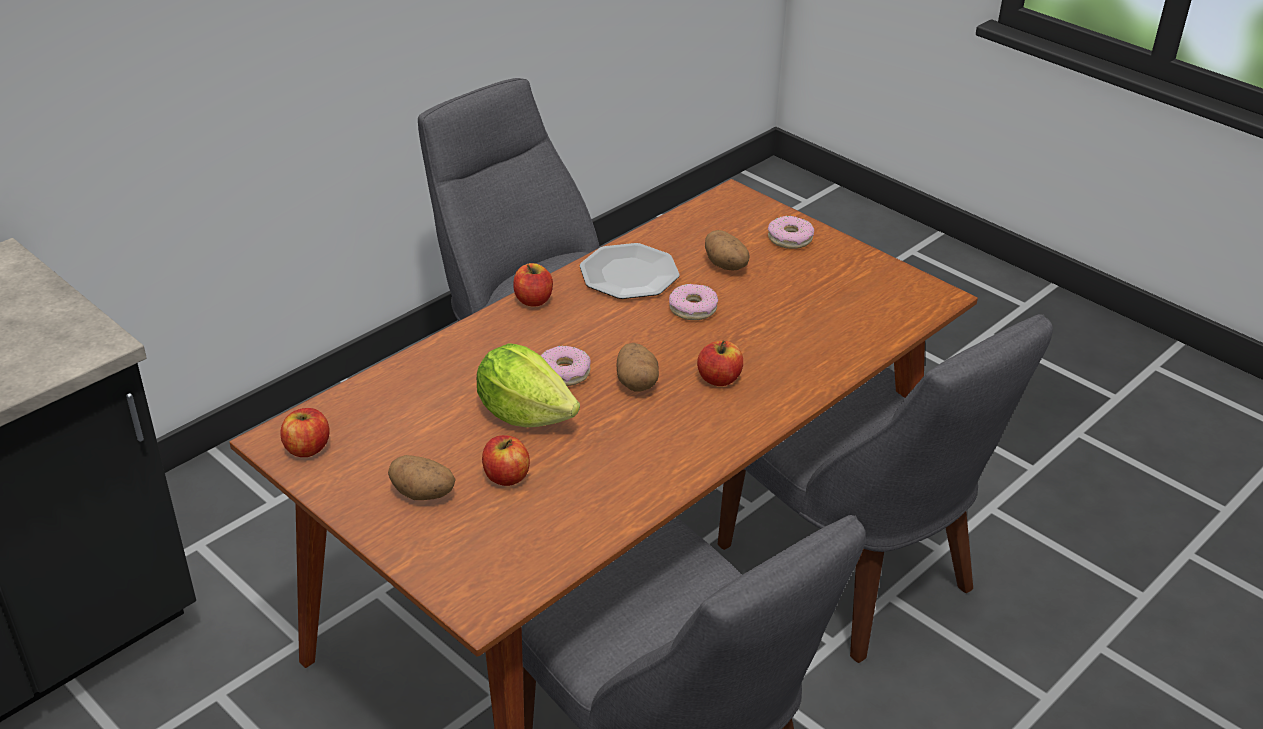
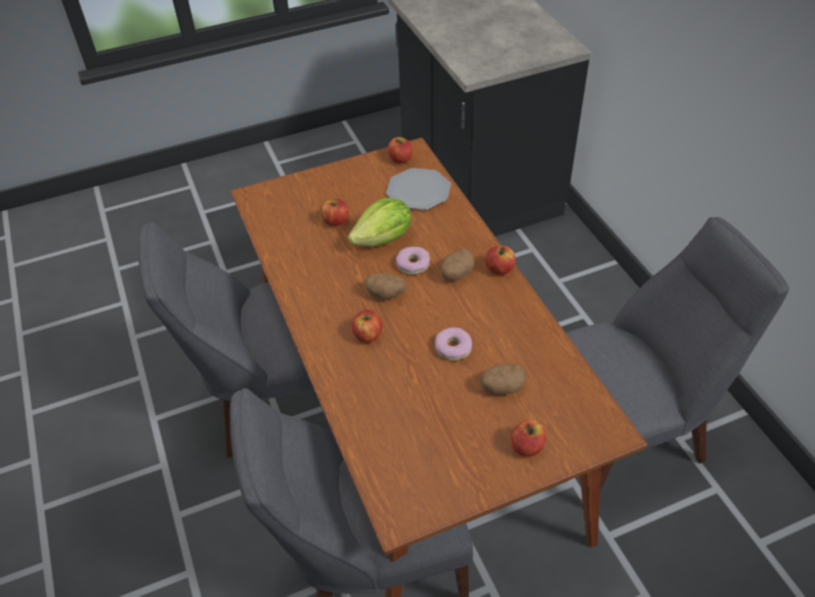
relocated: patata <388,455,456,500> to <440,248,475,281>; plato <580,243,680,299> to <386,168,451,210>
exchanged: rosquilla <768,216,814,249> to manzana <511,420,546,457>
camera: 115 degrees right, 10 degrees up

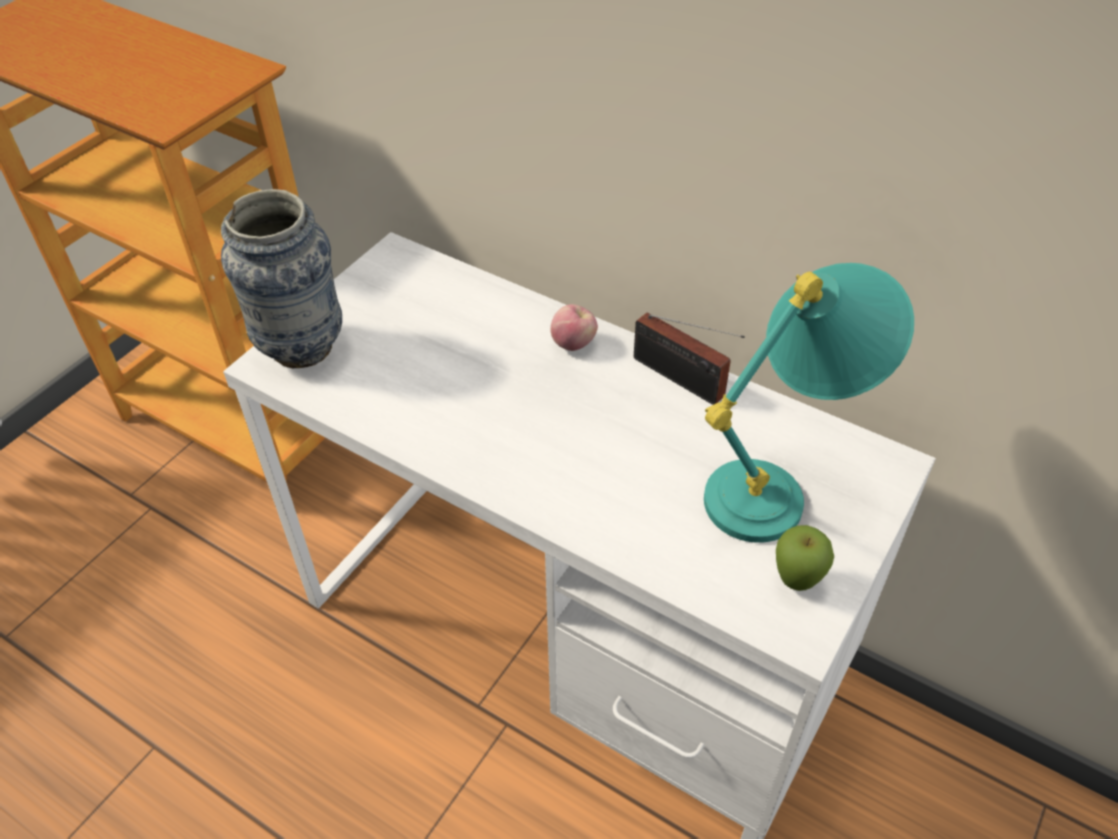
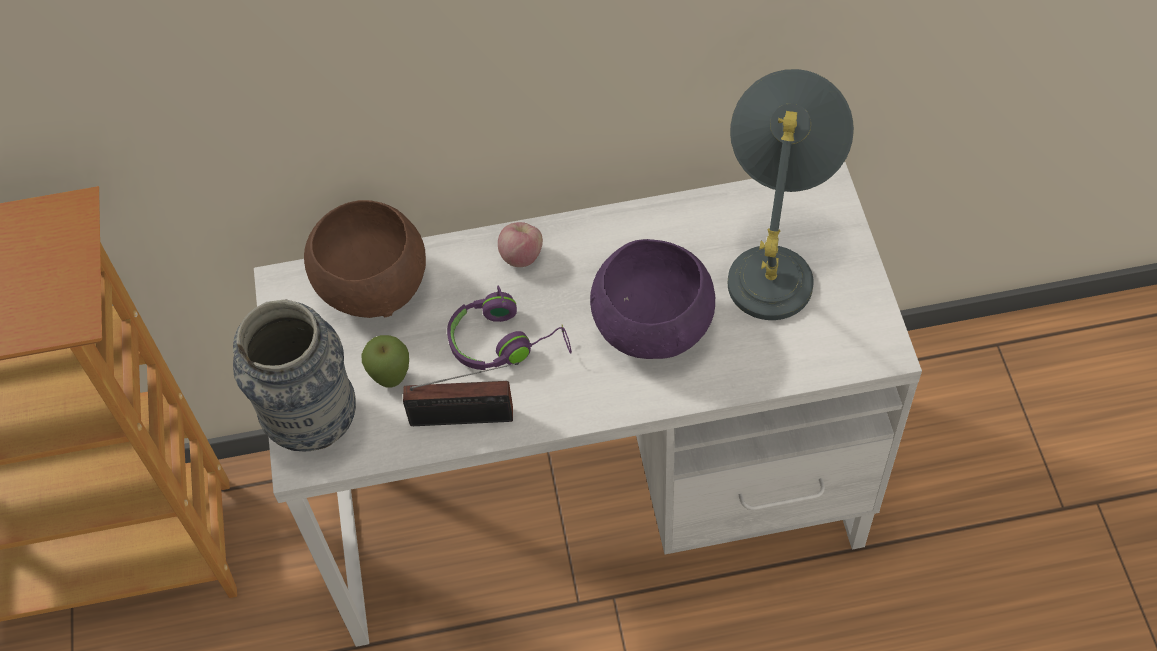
appeared: cuenco [marrón] <304,200,426,318>; auriculares [morado] <447,286,572,370>; cuenco [morado] <590,239,715,359>
relocated: radio <634,313,745,405> to <403,362,519,426>; manzana <776,525,834,591> to <361,335,409,387>
colour: lámpara de mesa [turquesa] <704,263,914,543> to lámpara de mesa [gris] <728,69,854,320>
camera: 40 degrees left, 10 degrees up

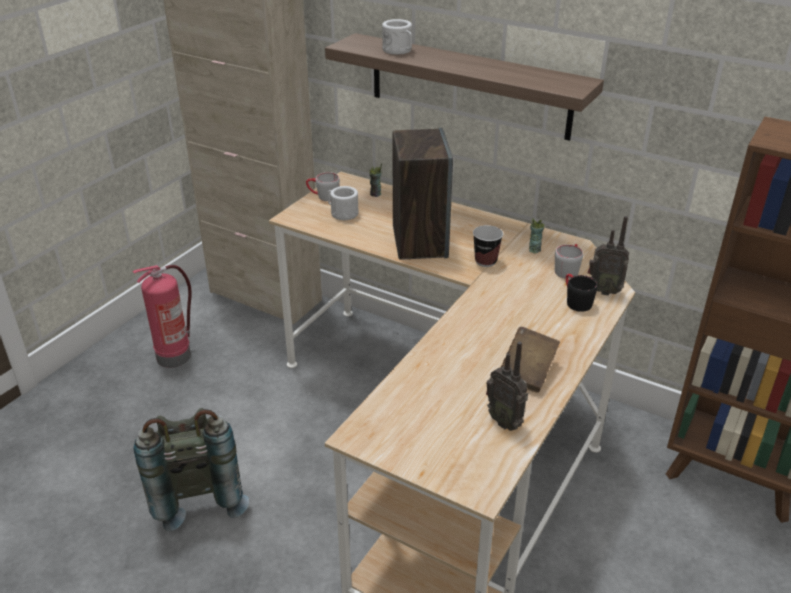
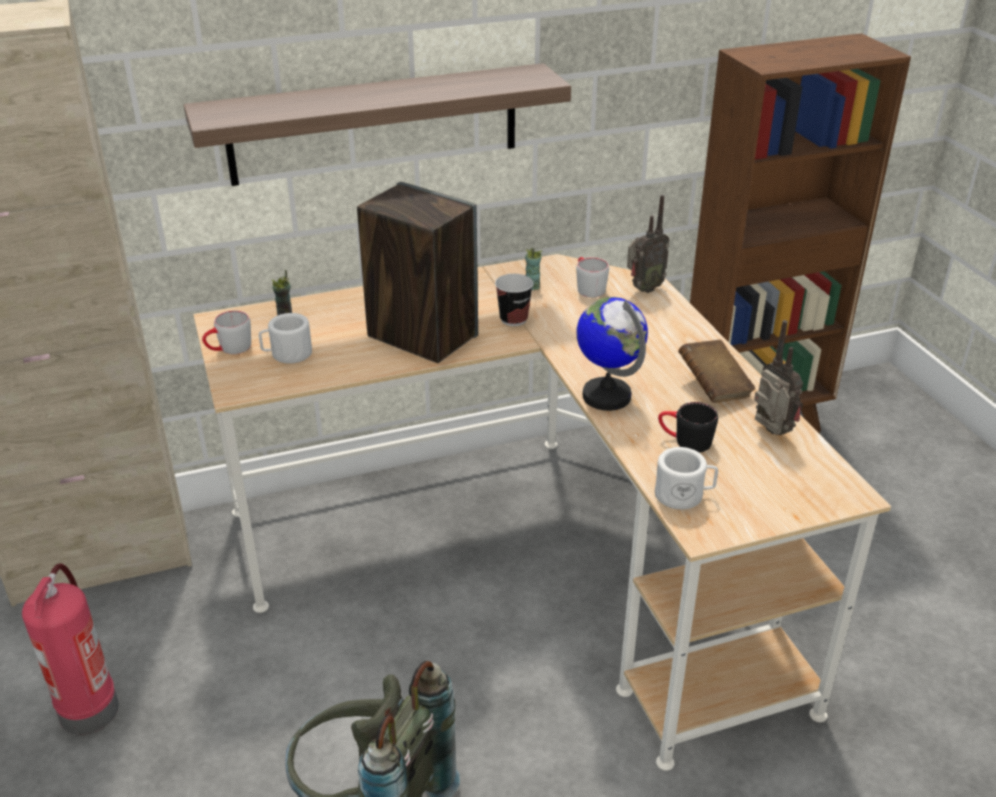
appeared: globo terráqueo <577,297,648,411>
relocated: taza grande [blanco] <382,19,412,55> to <655,447,718,510>; taza grande [negro] <566,274,598,312> to <658,402,718,452>
spun: radio <486,342,528,431> = <754,320,803,435> 120 degrees counterclockwise
camera: 50 degrees left, 0 degrees up

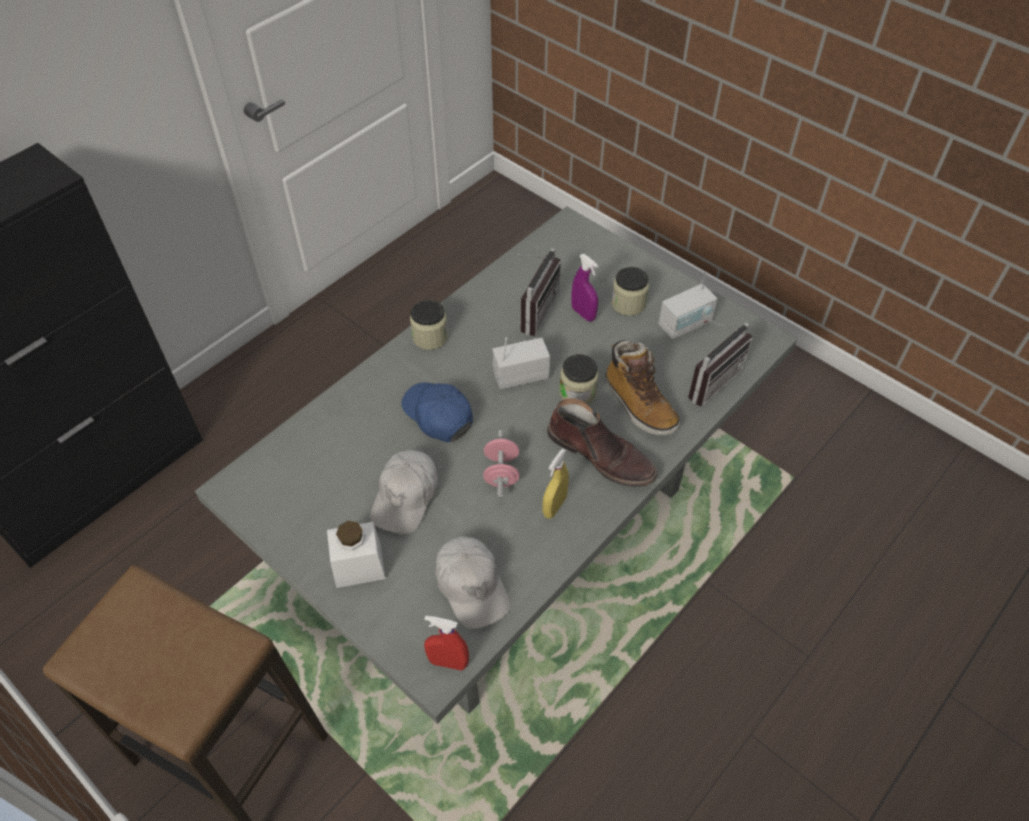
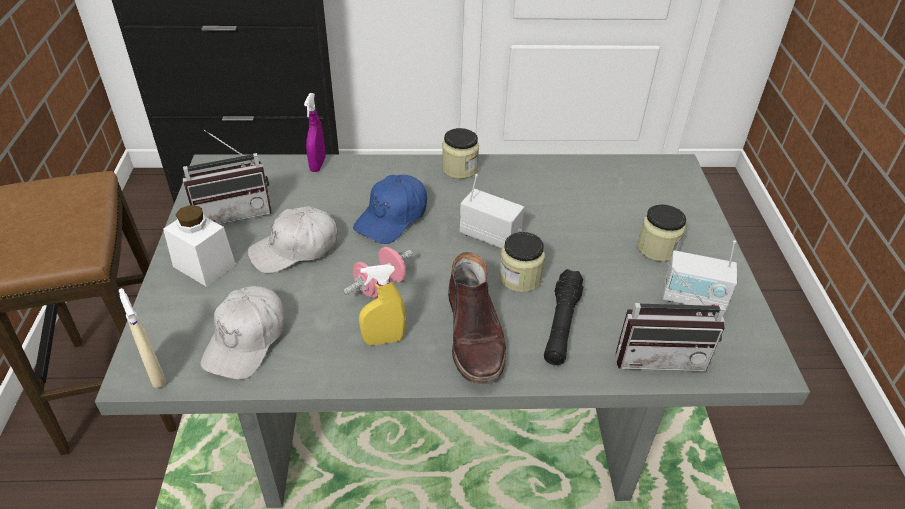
relocated: radio <513,248,561,336> to <182,130,272,225>; pulverizador [morado] <571,254,598,321> to <304,93,326,172>
exchanged: bota <605,340,680,436> to linterna [negro] <544,269,583,365>
colour: pulverizador [rojo] <424,615,469,670> to pulverizador [beis] <119,288,166,388>
spun: gorra [azul] <402,382,473,442> = <353,175,427,244> 150 degrees counterclockwise
camera: 45 degrees right, 10 degrees down

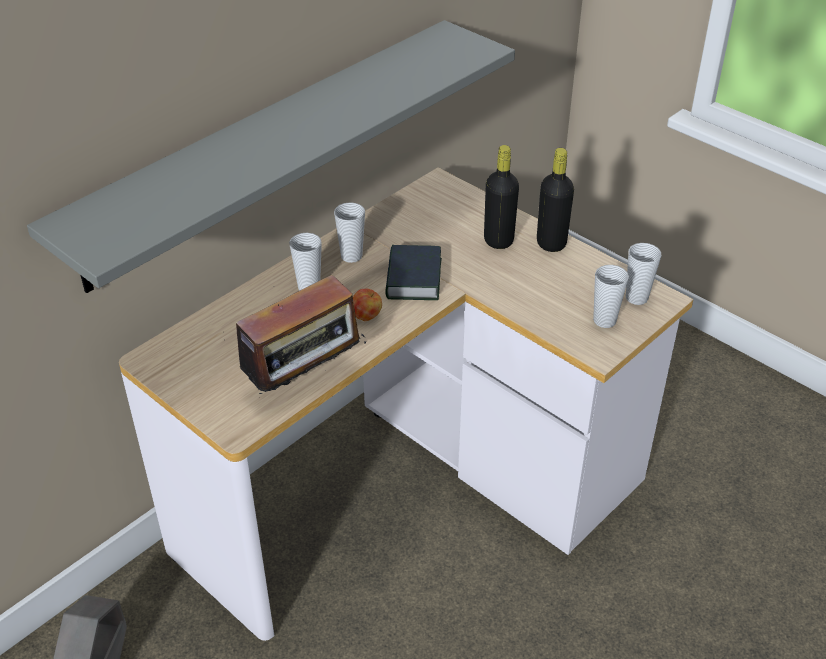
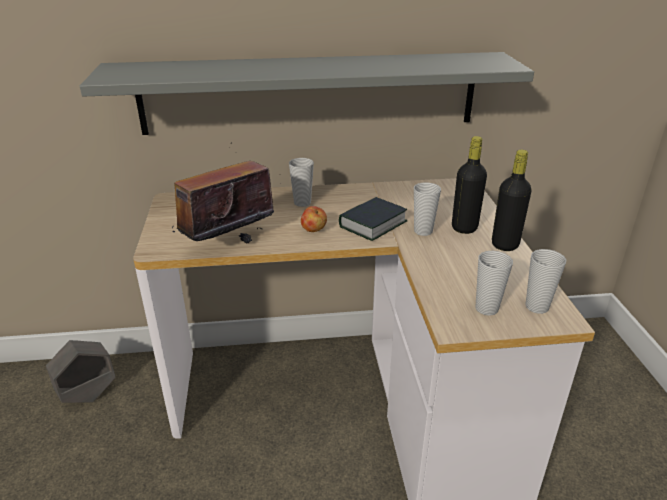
relocated: taza <334,202,365,263> to <414,182,441,236>
spun: radio <224,275,368,398> = <172,142,274,243> 135 degrees clockwise
camera: 40 degrees right, 10 degrees down

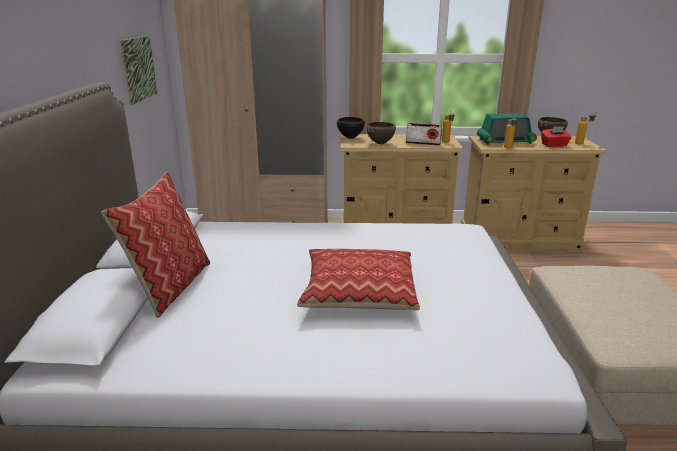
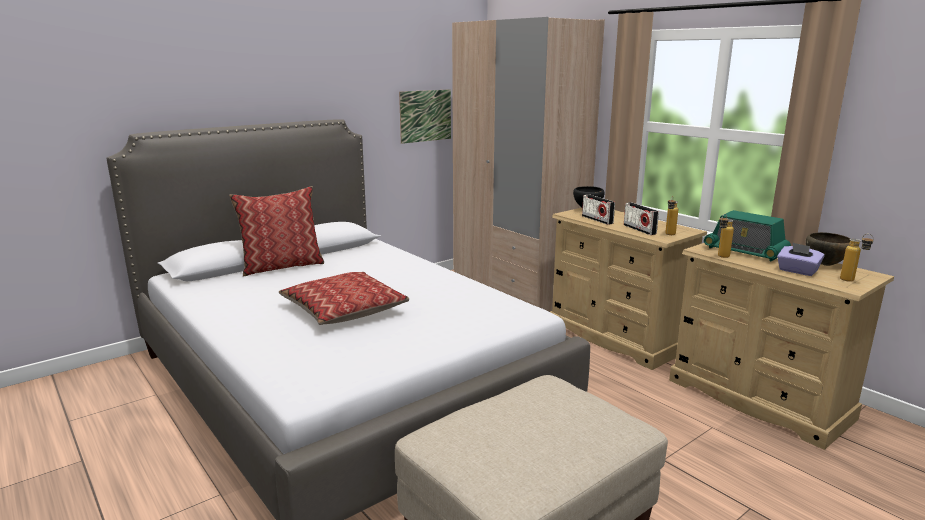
exchanged: cuenco [marrón] <367,122,396,144> to radio <582,194,615,225>
colour: caja de pañuelos [rojo] <541,126,572,147> to caja de pañuelos [morado] <777,243,825,276>
camera: 50 degrees right, 5 degrees down

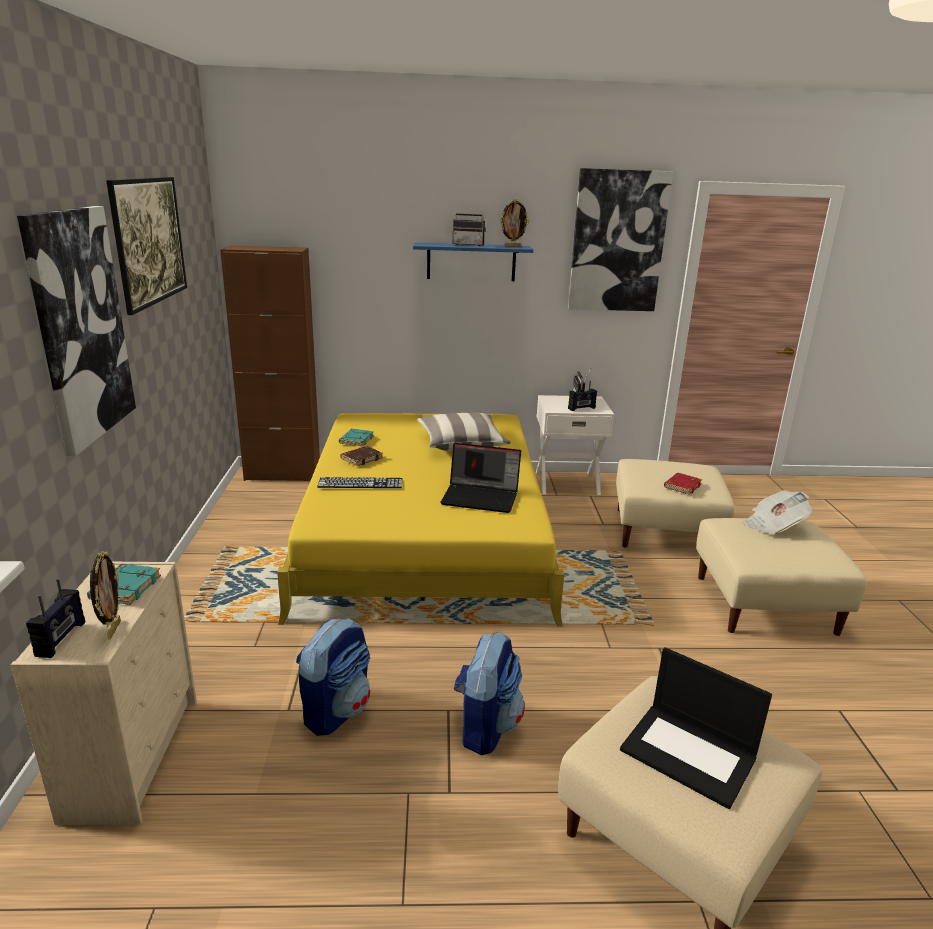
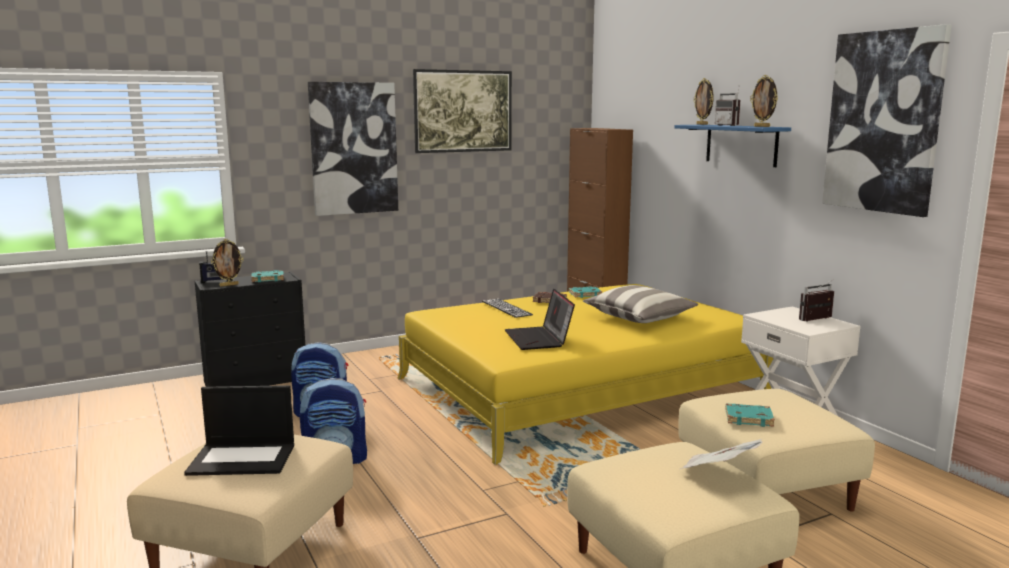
missing: radio <568,381,597,411>
appeared: portarretratos <694,78,713,125>
colour: cómoda [beis] <10,562,197,825> to cómoda [negro] <195,271,305,387>; libro [rojo] <664,473,702,495> to libro [turquesa] <726,403,775,427>
spun: portátil <620,647,772,809> = <184,385,294,476> 105 degrees counterclockwise
camera: 65 degrees right, 10 degrees down

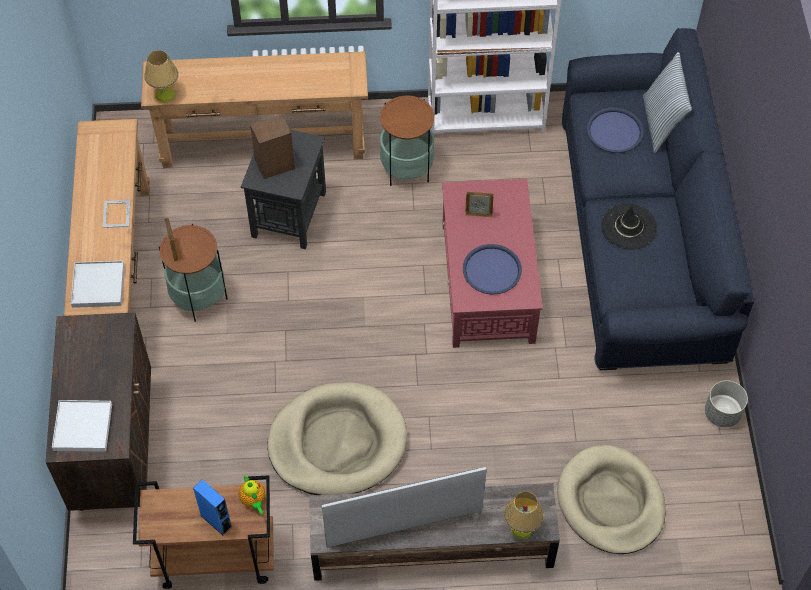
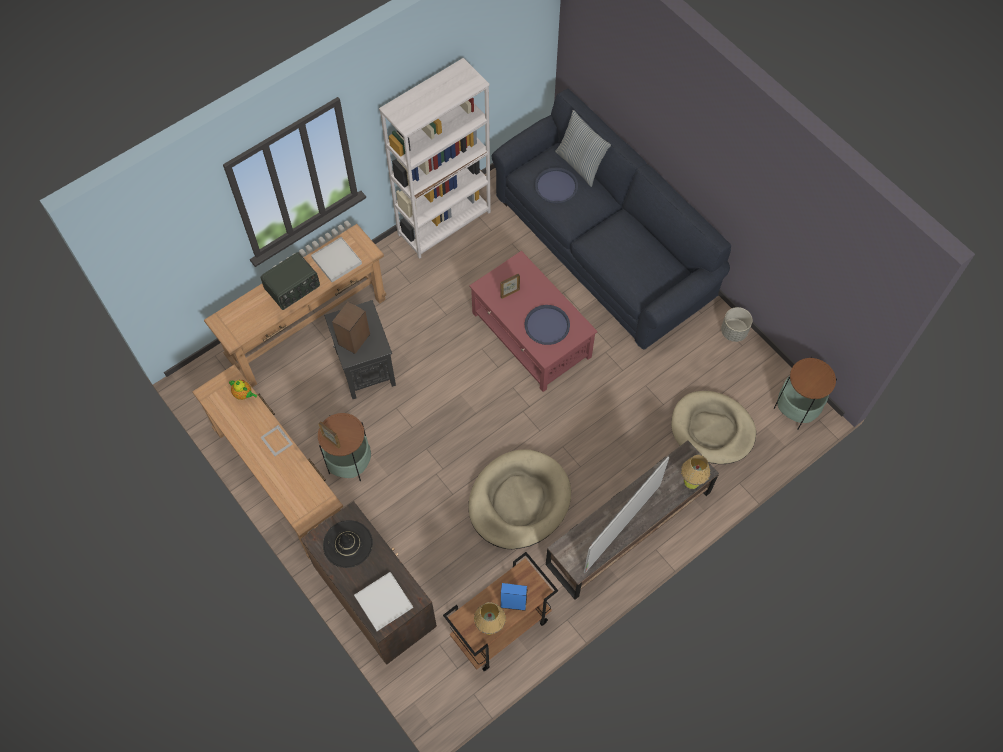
appeared: radio <260,252,320,310>
relocated: bandeja [blanco] <71,261,124,308> to <311,237,362,282>; lámpara de mesa <144,50,178,103> to <474,602,506,635>; tetera <239,475,265,514> to <229,380,257,400>; mesa auxiliar <380,96,434,186> to <774,357,837,430>; sombrero [negro] <601,203,657,250> to <323,520,373,568>
camera: 35 degrees left, 5 degrees up

